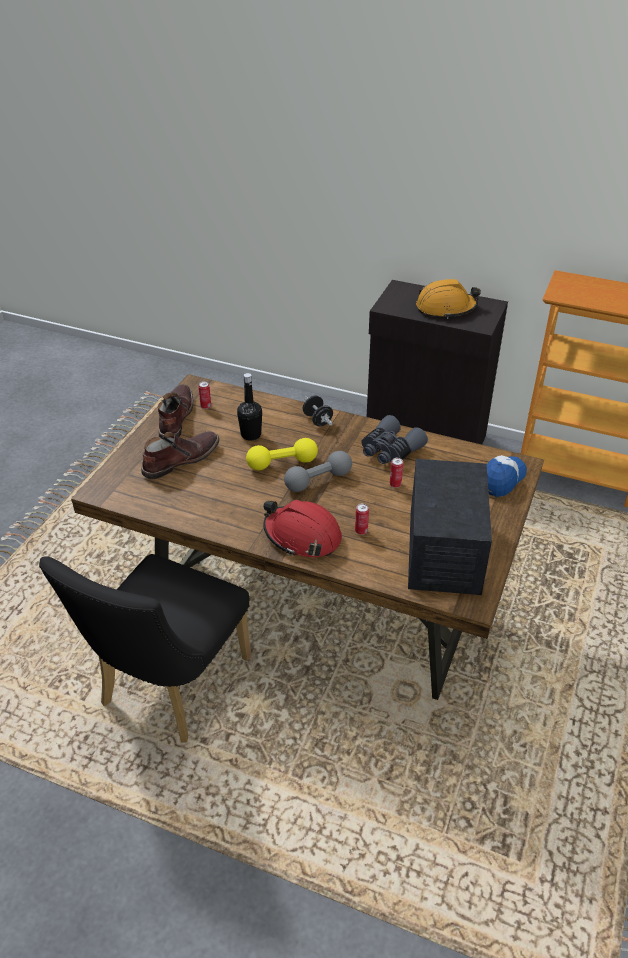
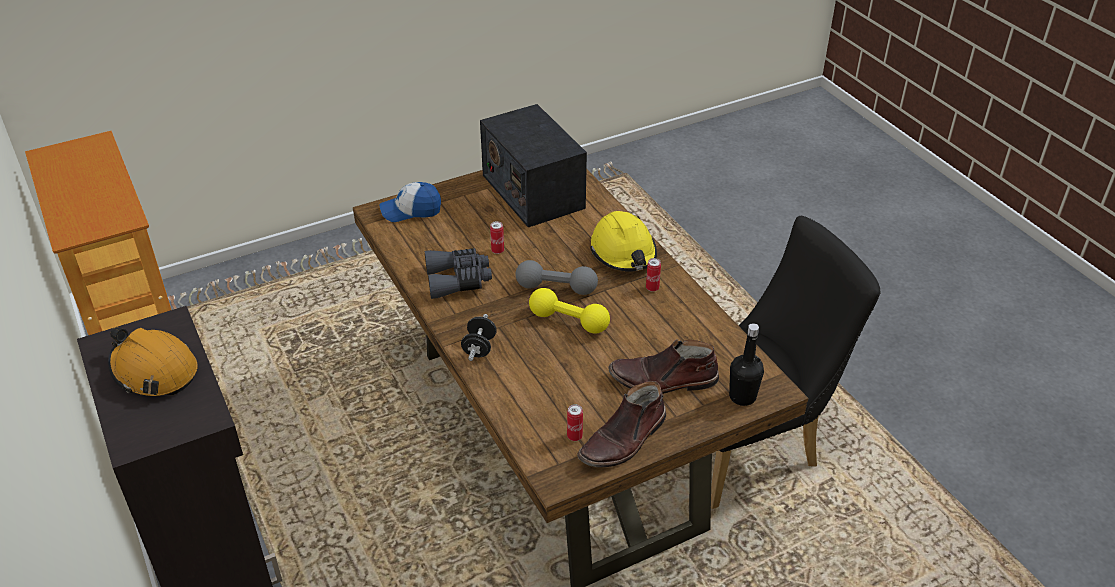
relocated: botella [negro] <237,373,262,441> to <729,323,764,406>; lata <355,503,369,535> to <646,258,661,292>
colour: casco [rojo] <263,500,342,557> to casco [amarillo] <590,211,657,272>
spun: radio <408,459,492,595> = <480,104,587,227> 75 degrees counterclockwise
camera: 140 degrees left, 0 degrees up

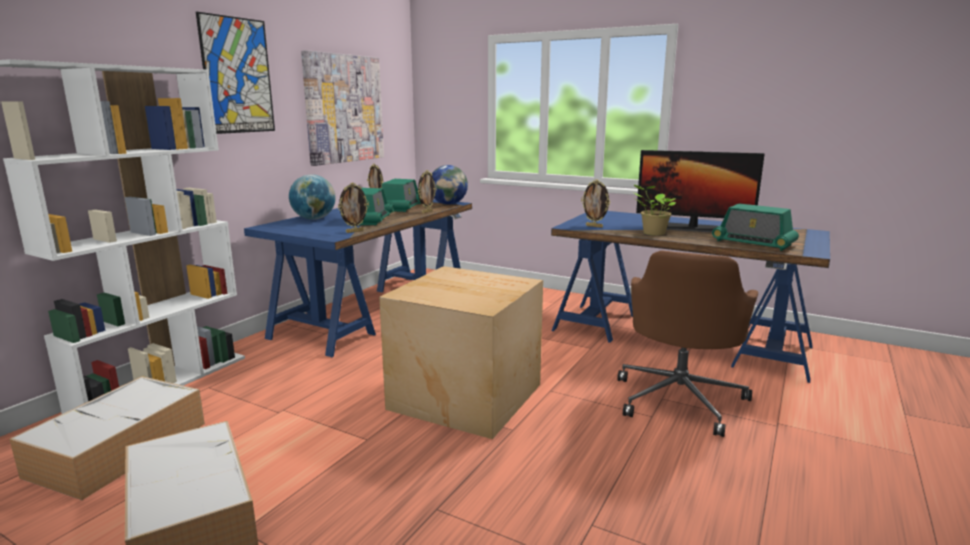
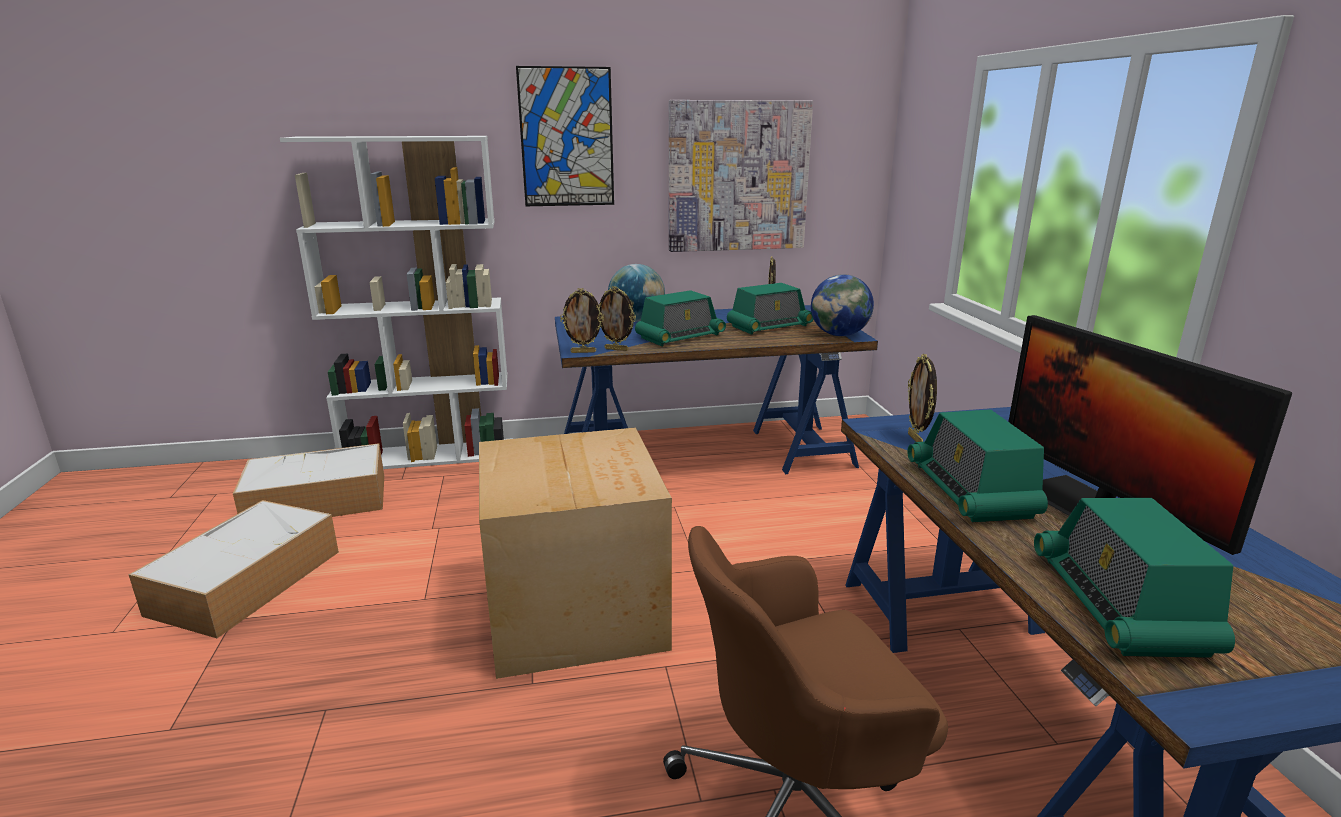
relocated: portarretratos <418,170,437,214> to <560,288,604,353>
exchanged: planta en maceta <632,185,676,236> to radio <907,409,1048,522>
camera: 50 degrees right, 5 degrees up

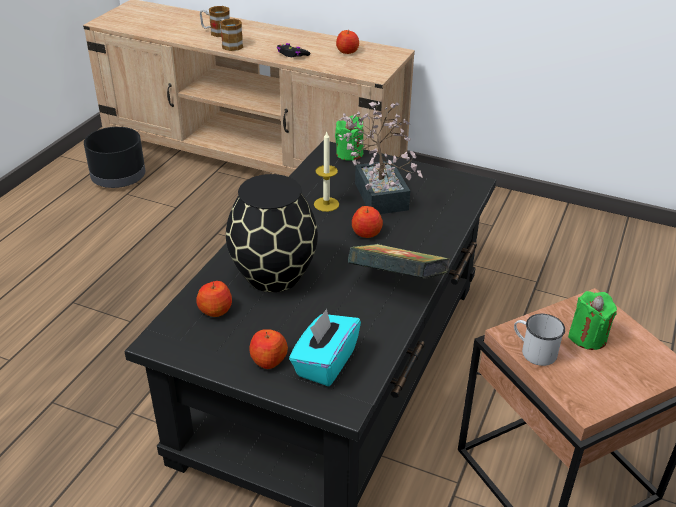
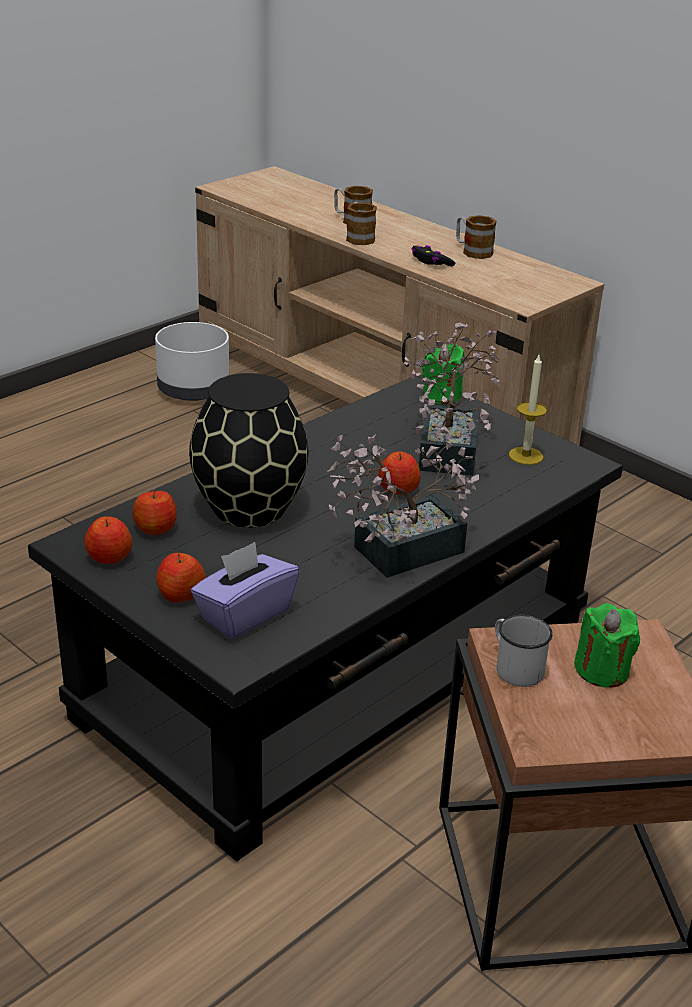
appeared: taza grande <456,215,497,259>
relocated: vela <314,132,339,212> to <509,355,547,465>; manzana <336,30,359,54> to <85,516,132,564>
exchanged: libro <348,244,450,279> to planta en maceta <328,434,479,578>
colour: maceta [negro] <84,127,145,188> to maceta [blanco] <155,322,229,401>; caja de pañuelos [turquesa] <289,309,361,386> to caja de pañuelos [morado] <191,542,299,639>
camera: 20 degrees right, 5 degrees down

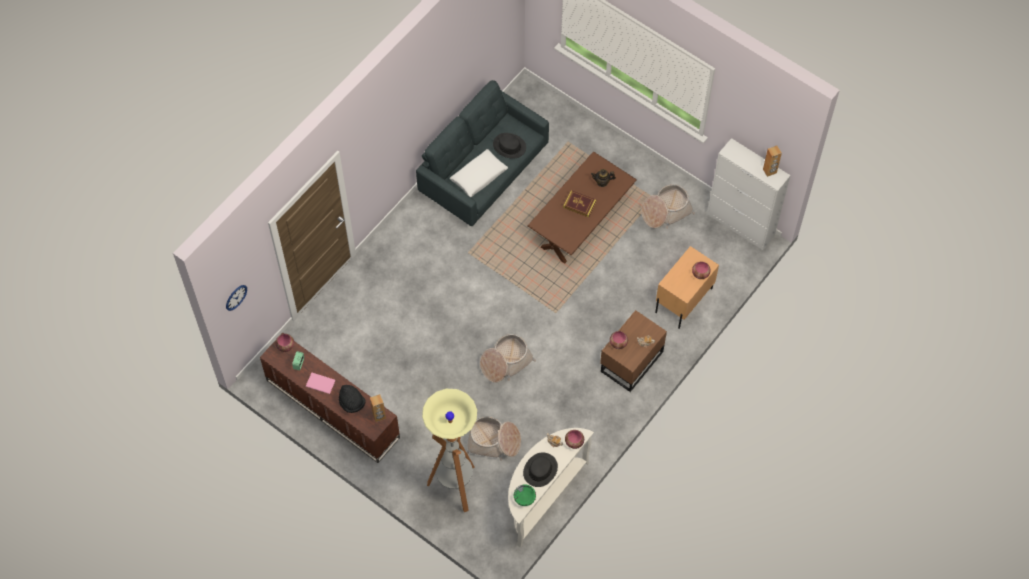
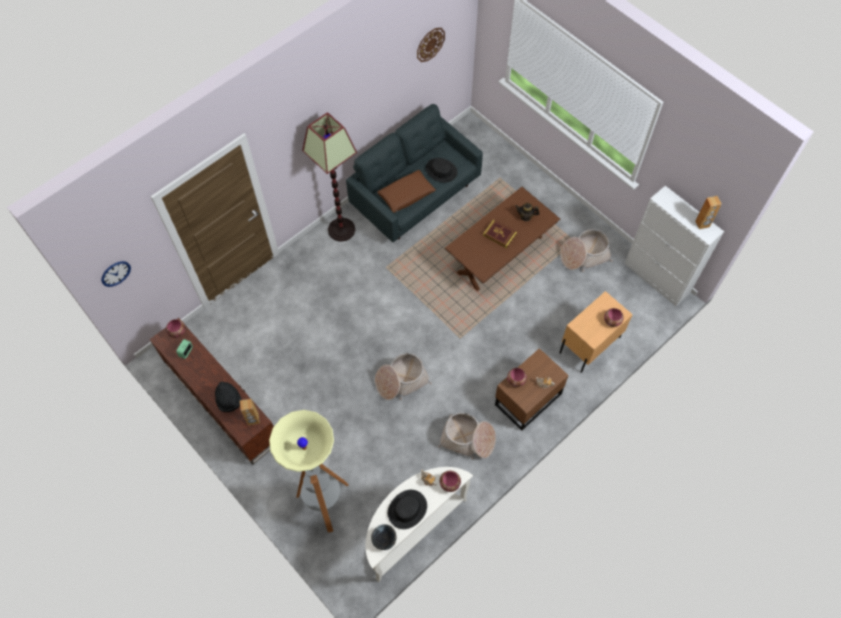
missing: libro [rosa] <306,373,335,394>
appeared: lámpara de pie <302,112,357,242>; reloj de pared <417,28,445,62>
relocated: cesta <466,417,521,461> to <438,413,496,460>
colour: cojín [blanco] <450,149,508,197> to cojín [marrón] <377,170,436,213>; cuenco [verde] <514,484,536,506> to cuenco [negro] <371,524,396,550>
camera: 10 degrees right, 0 degrees up

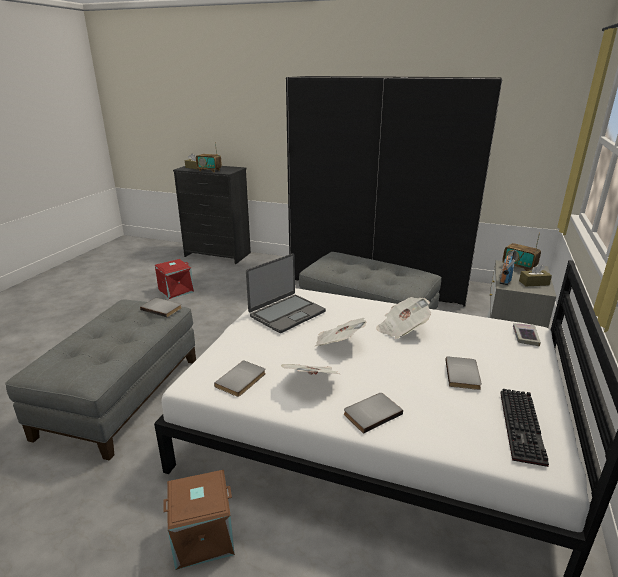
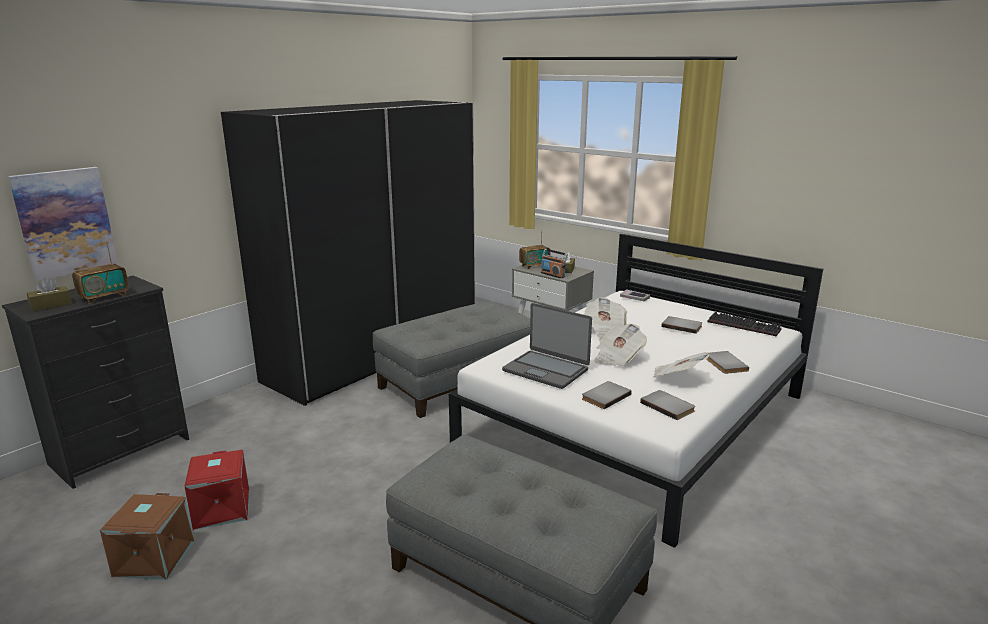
appeared: cuadro <8,167,118,281>
relocated: libro [gris] <140,298,181,317> to <582,381,632,409>; caja de almacenaje [marrón] <163,470,235,570> to <100,493,194,580>
spun: portátil <246,253,326,333> = <502,303,592,389> 150 degrees clockwise
camera: 70 degrees left, 5 degrees down

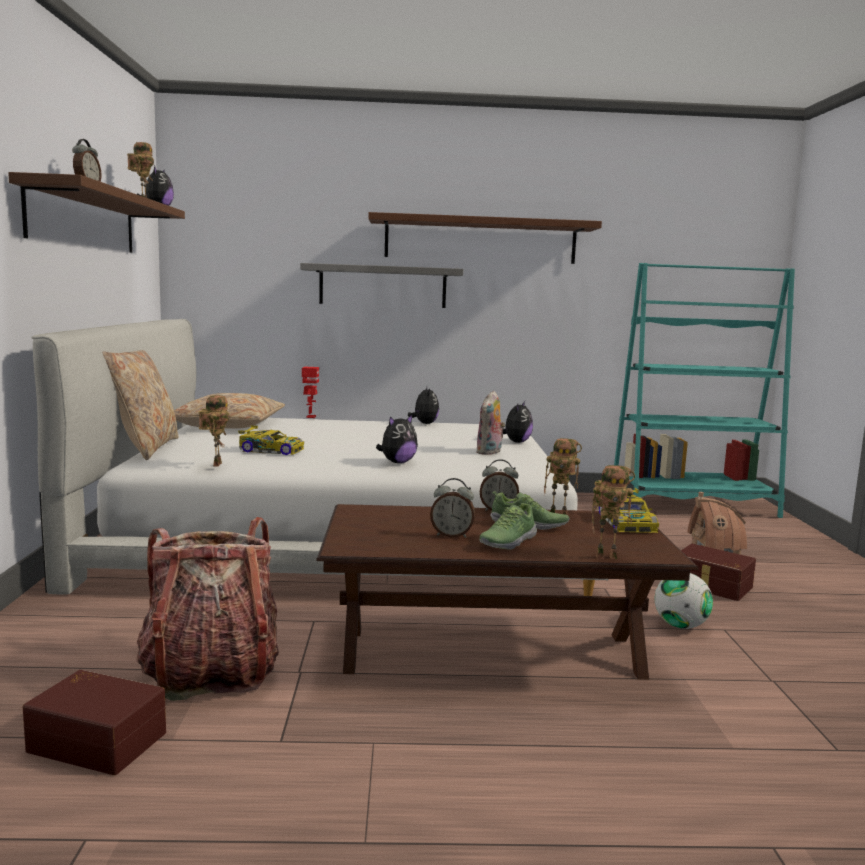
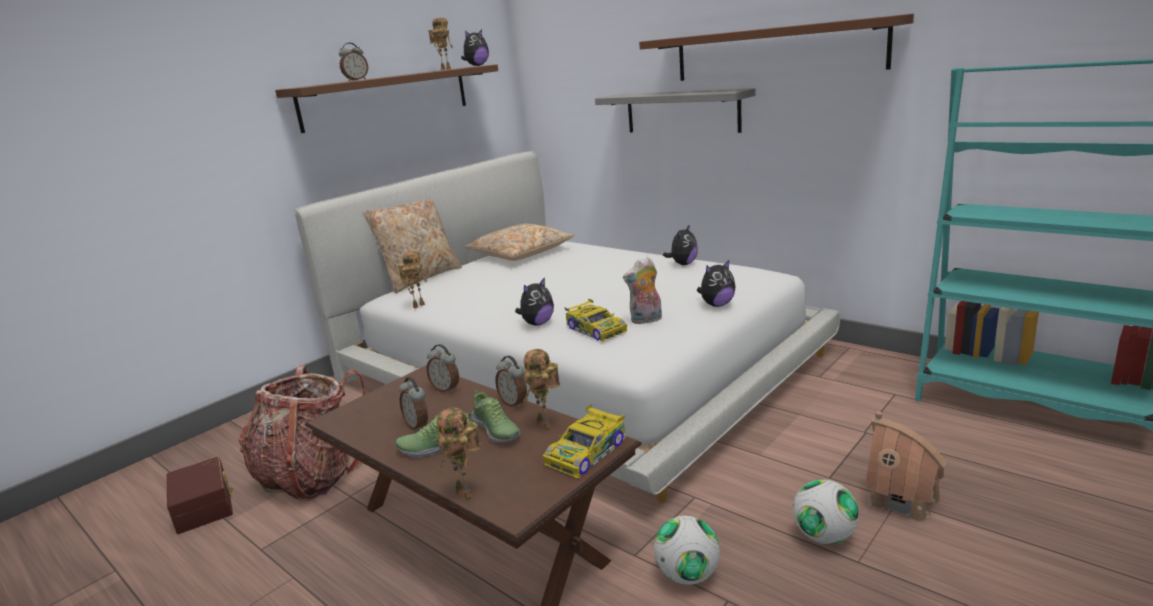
missing: robot de juguete <302,367,319,418>
appeared: despertador <427,344,459,393>
relocated: coche de juguete <238,425,304,455> to <564,299,627,341>
exchanged: caja de almacenaje [marrón] <681,544,756,601> to balón de fútbol <793,479,859,544>
spun: peluche <376,415,418,463> = <515,277,554,326> 45 degrees counterclockwise
camera: 45 degrees right, 10 degrees up

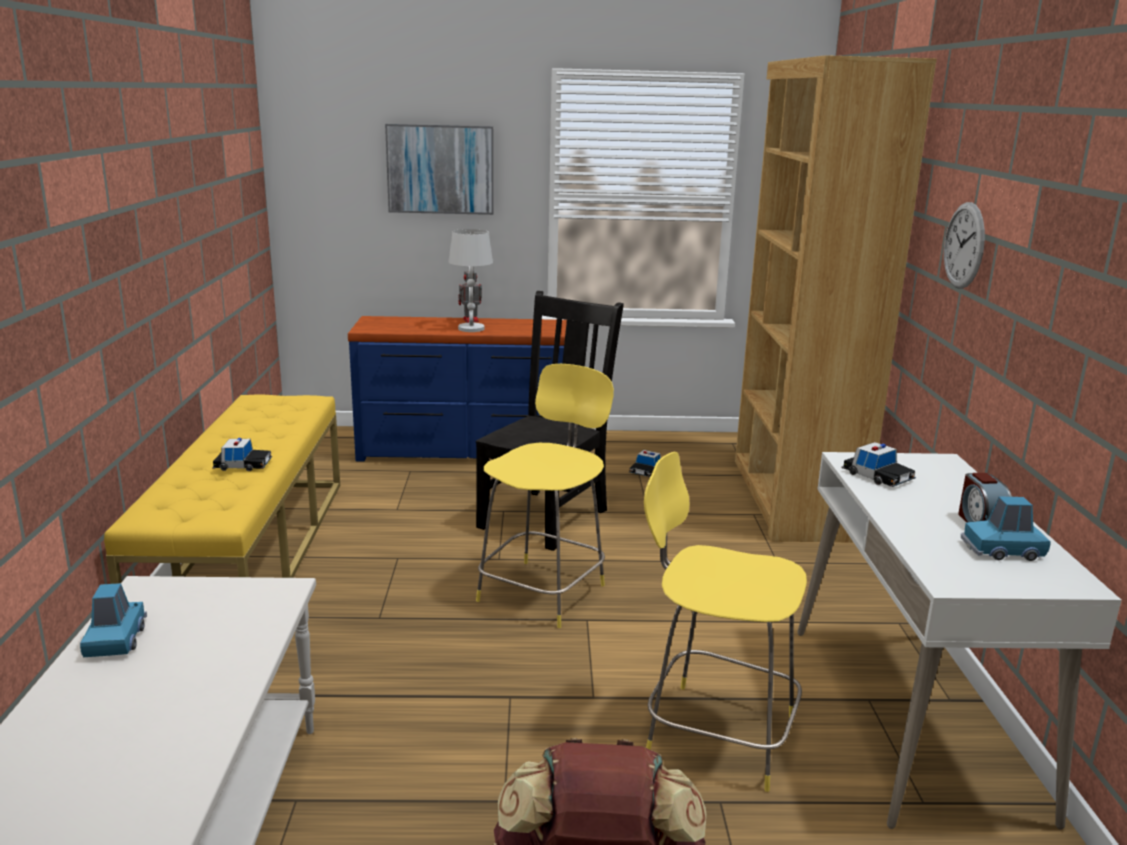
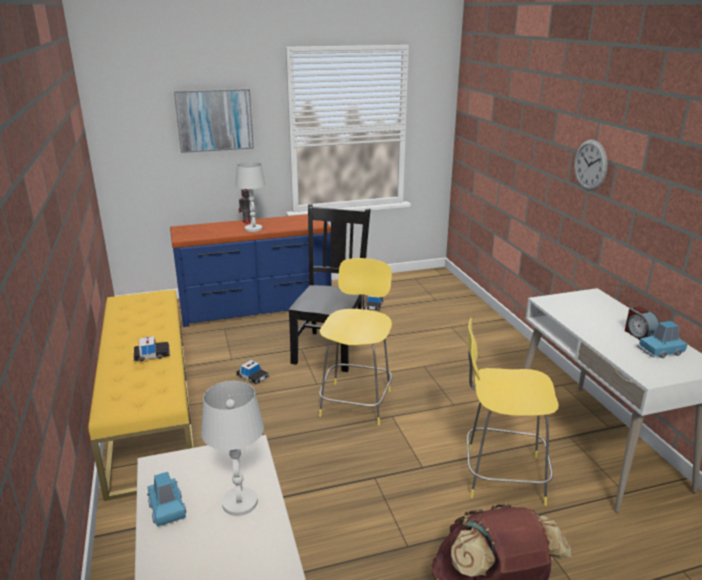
missing: estantería [marrón] <735,55,937,543>
appeared: lámpara de mesa [blanco] <201,381,264,516>
relocated: coche de juguete <841,442,916,487> to <236,360,269,384>
camera: 15 degrees left, 5 degrees up

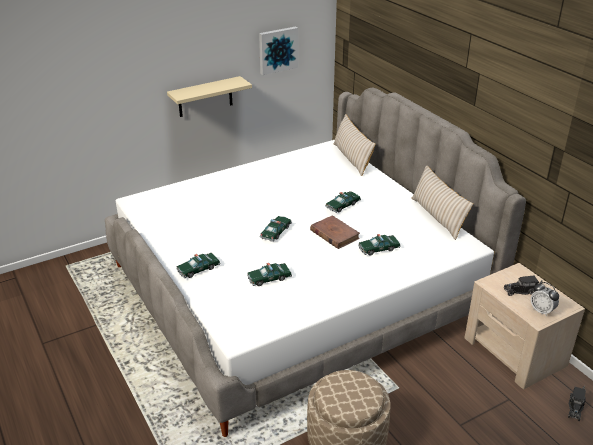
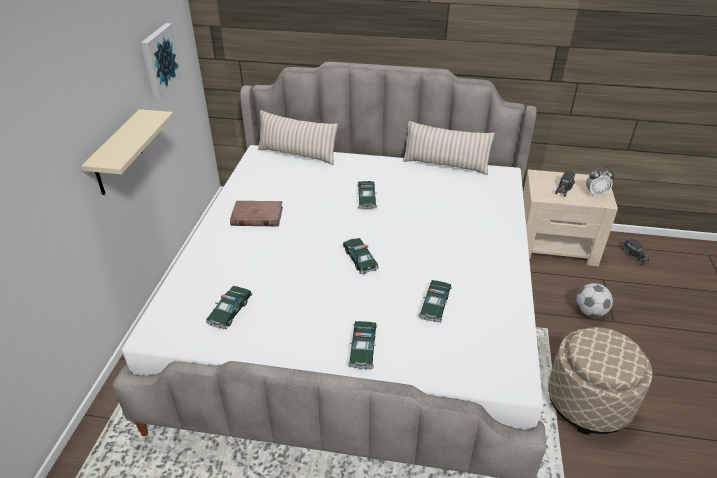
appeared: balón de fútbol <577,283,613,317>
relocated: libro [marrón] <310,215,360,249> to <230,201,283,227>; coche de juguete <358,234,401,255> to <206,286,253,329>
camera: 50 degrees left, 5 degrees up

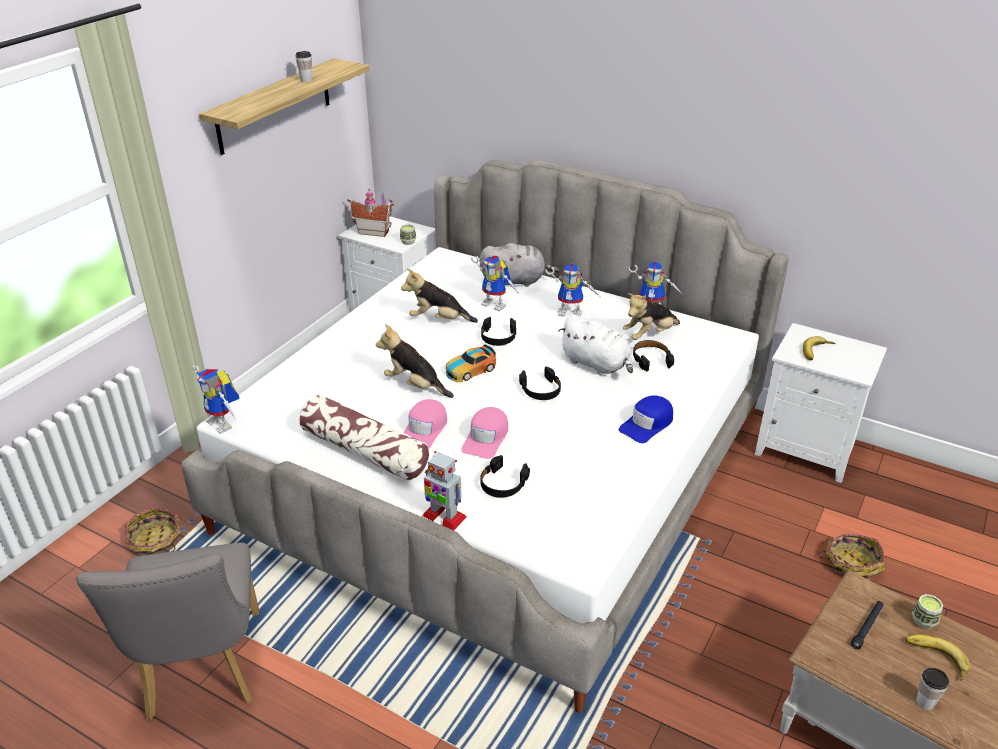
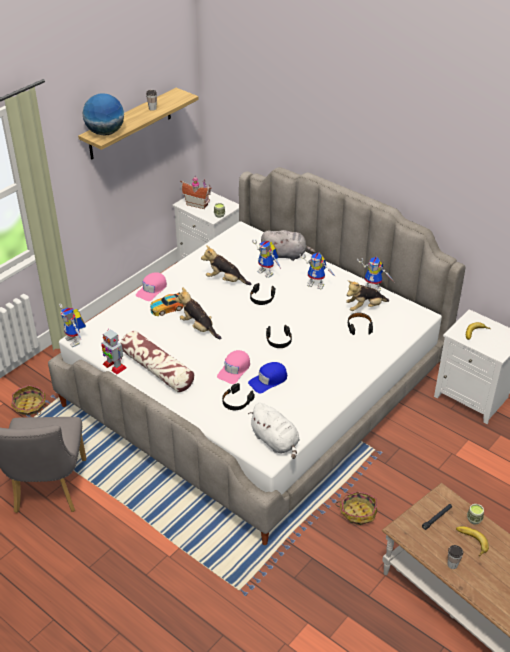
appeared: globo terráqueo <83,93,124,136>
relocated: gorra [rosa] <403,399,447,449> to <136,272,167,301>; robot de juguete <422,451,467,530> to <101,329,127,374>; coche de juguete <446,344,496,382> to <150,292,184,316>; peluche [blanco] <558,314,633,375> to <248,403,300,459>; gorra [azul] <619,396,673,443> to <248,362,287,393>; cesta <818,534,885,579> to <335,491,377,525>
camera: 10 degrees right, 5 degrees up

